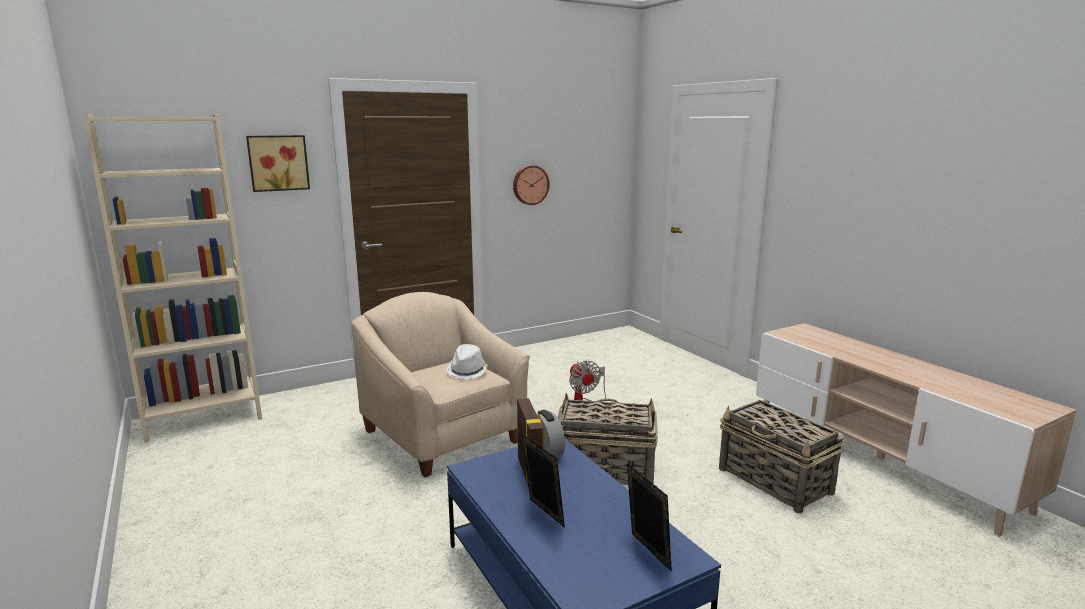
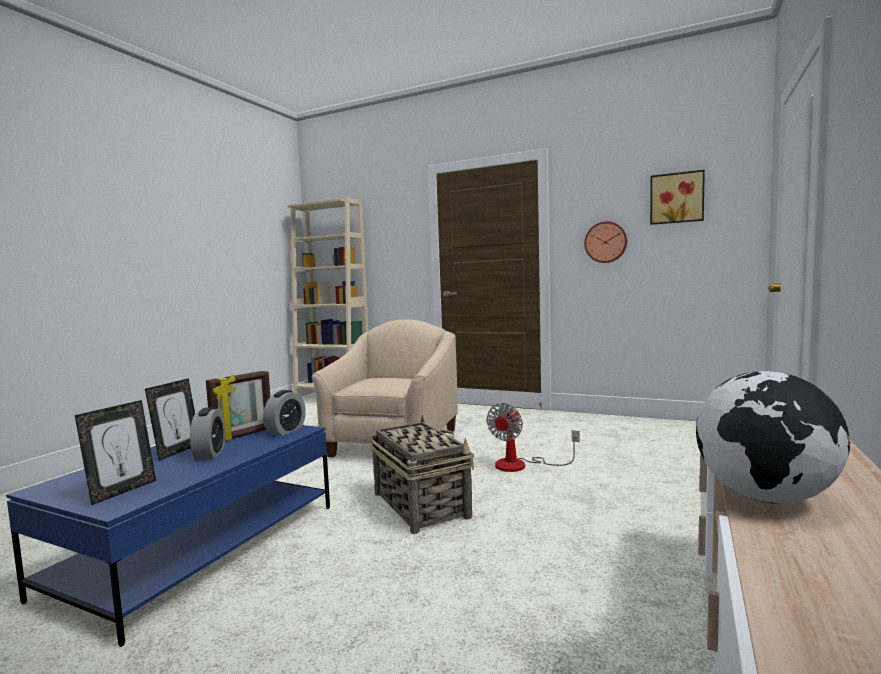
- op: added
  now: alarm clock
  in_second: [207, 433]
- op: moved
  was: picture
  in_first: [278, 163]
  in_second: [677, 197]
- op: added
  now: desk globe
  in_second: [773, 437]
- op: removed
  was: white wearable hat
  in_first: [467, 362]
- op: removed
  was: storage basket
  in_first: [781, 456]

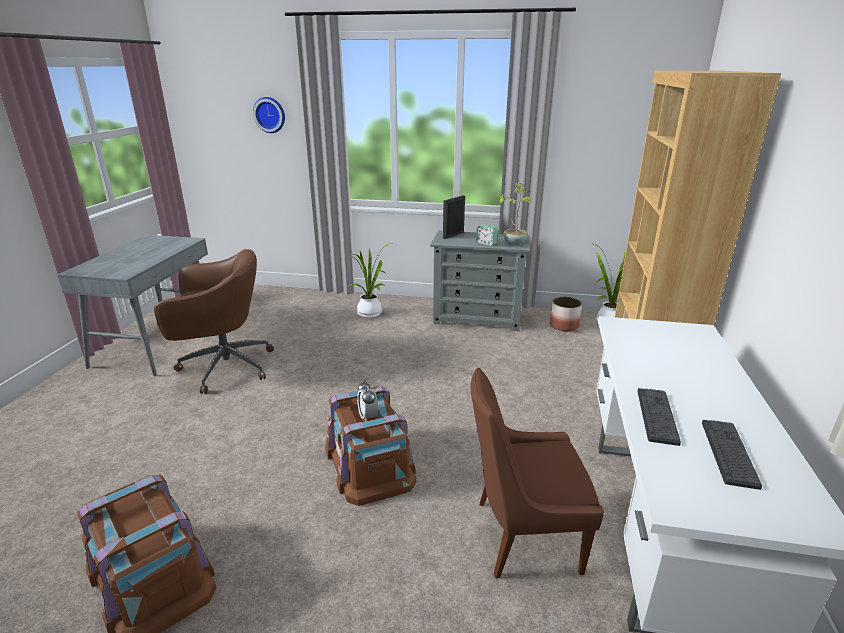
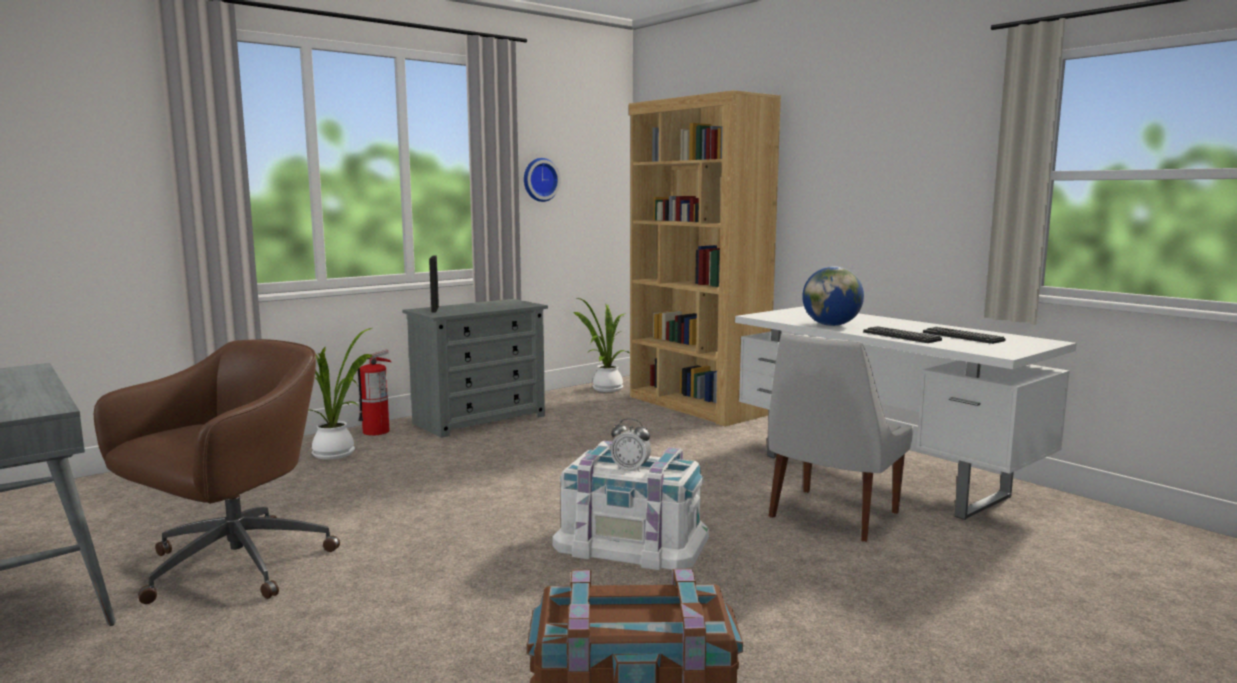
- op: added
  now: extinguisher
  in_second: [374, 392]
- op: moved
  was: clock on the wall
  in_first: [269, 115]
  in_second: [542, 180]
- op: recoloured
  was: brownish storage box
  now: white storage box
  in_first: [370, 446]
  in_second: [630, 505]
- op: recoloured
  was: brownish plain chair
  now: white plain chair
  in_first: [537, 473]
  in_second: [841, 437]
- op: added
  now: desk globe
  in_second: [833, 296]
- op: removed
  was: alarm clock
  in_first: [487, 235]
- op: removed
  was: potted plant
  in_first: [515, 213]
- op: removed
  was: flower pot
  in_first: [566, 314]

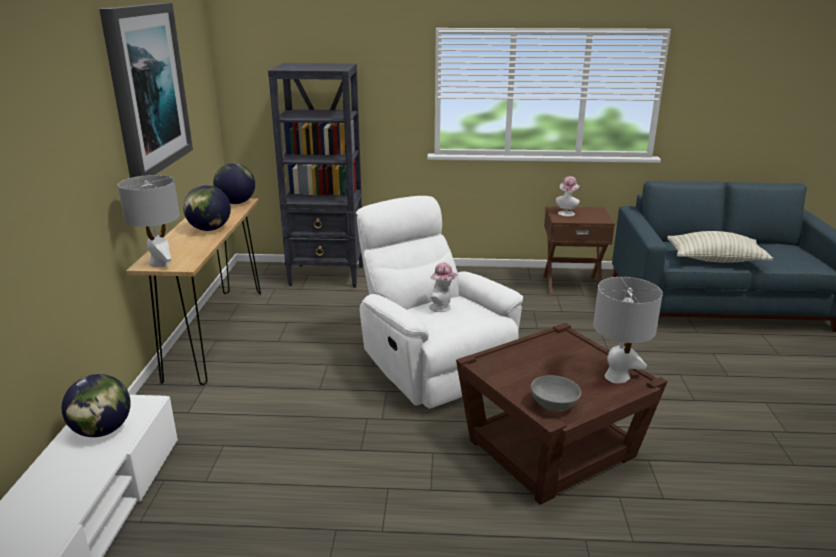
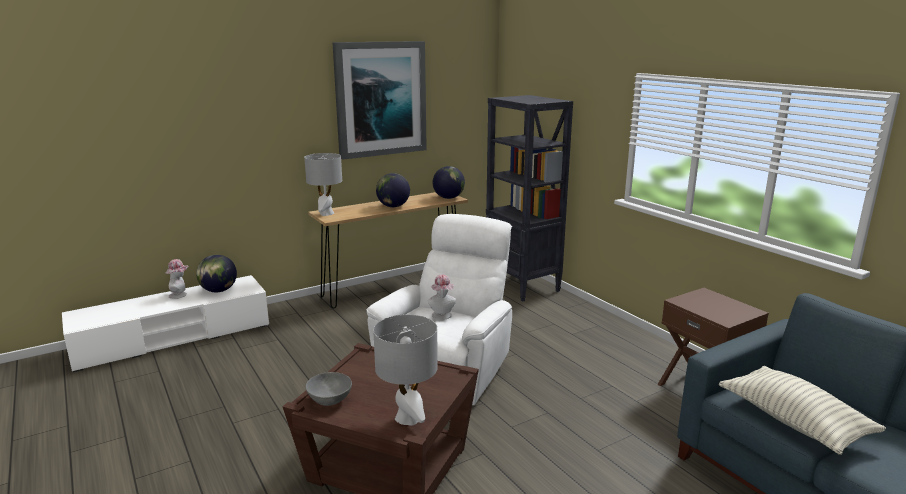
- op: moved
  was: wearable hat
  in_first: [568, 196]
  in_second: [177, 279]

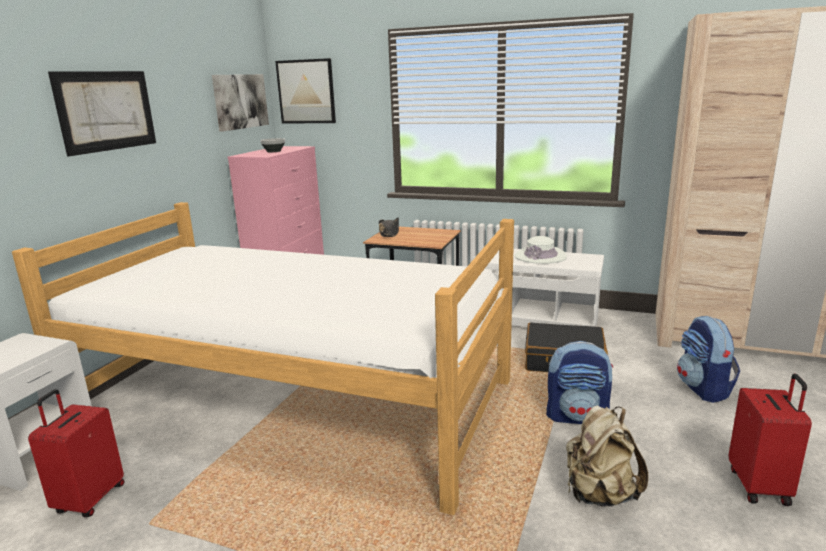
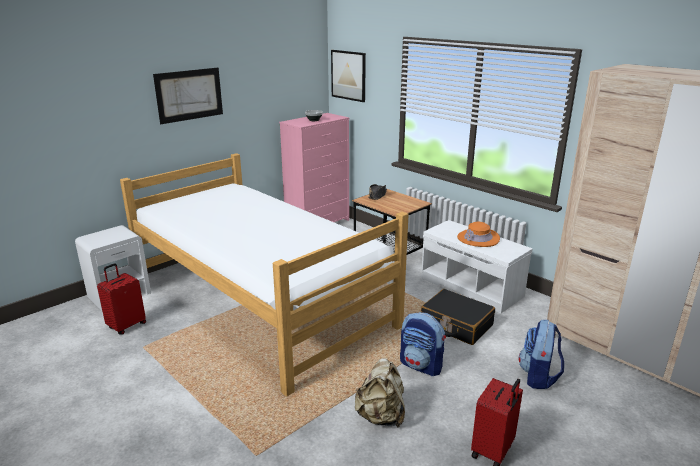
- op: recoloured
  was: white wearable hat
  now: orange-coloured wearable hat
  in_first: [541, 250]
  in_second: [478, 234]
- op: removed
  was: picture
  in_first: [240, 103]

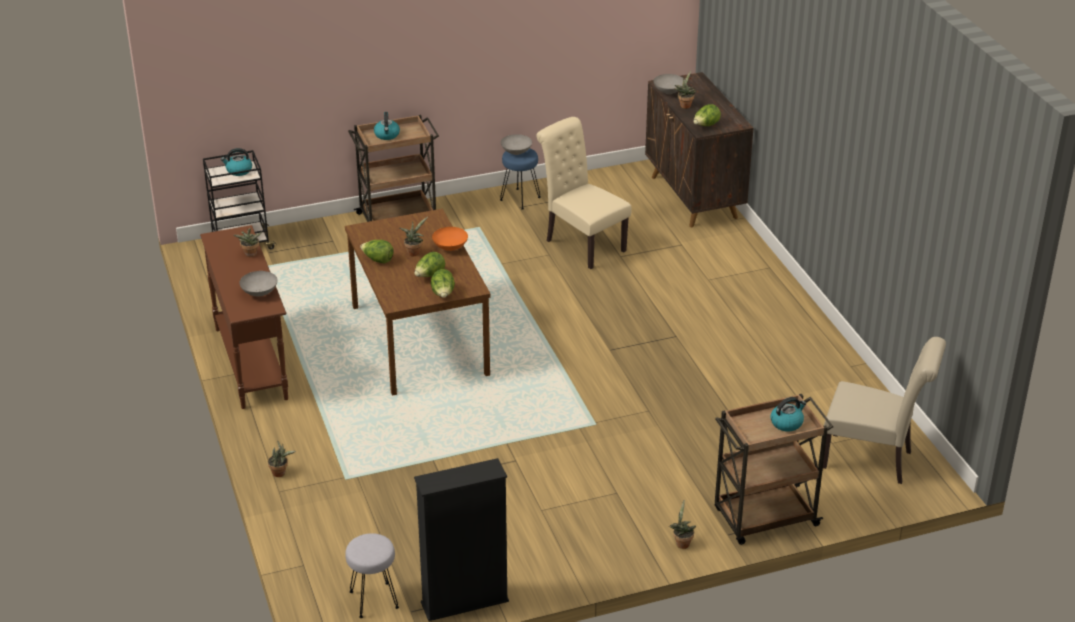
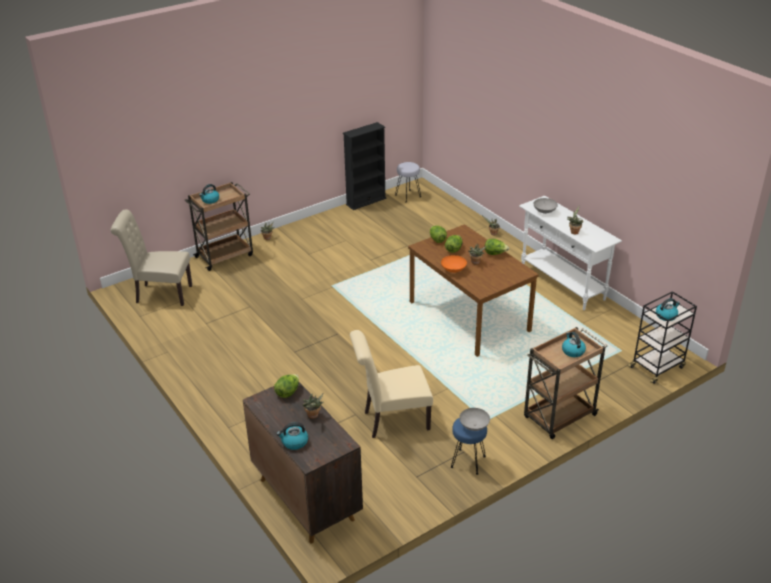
- op: added
  now: kettle
  in_second: [292, 436]
- op: turned
  was: beige plain chair
  in_first: [584, 193]
  in_second: [391, 384]
  clockwise: 135
- op: recoloured
  was: brownish console table
  now: white console table
  in_first: [244, 317]
  in_second: [570, 253]
- op: removed
  was: gray deep dish
  in_first: [669, 84]

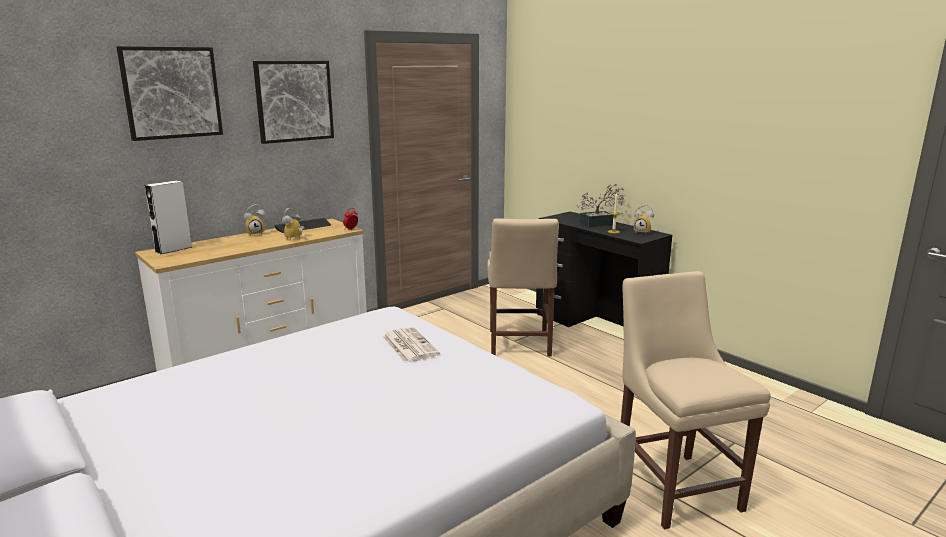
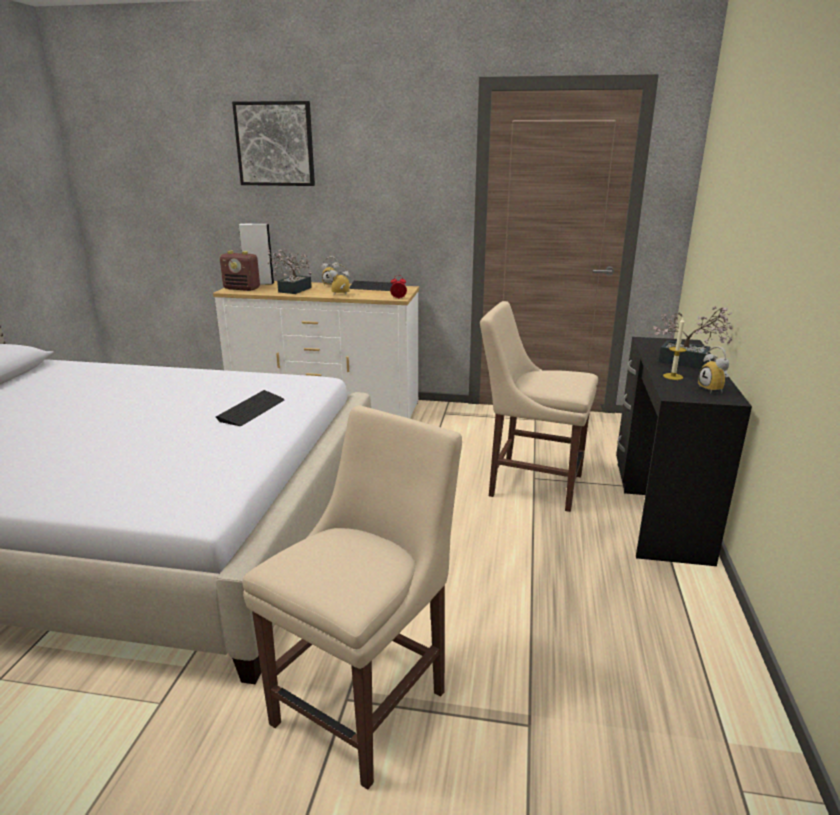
- op: replaced
  was: printed paper
  now: computer keyboard
  in_first: [411, 345]
  in_second: [250, 408]
- op: added
  now: radio
  in_second: [240, 270]
- op: added
  now: potted plant
  in_second: [289, 271]
- op: turned
  was: beige plain chair
  in_first: [523, 287]
  in_second: [539, 406]
  clockwise: 60
- op: removed
  was: picture
  in_first: [293, 102]

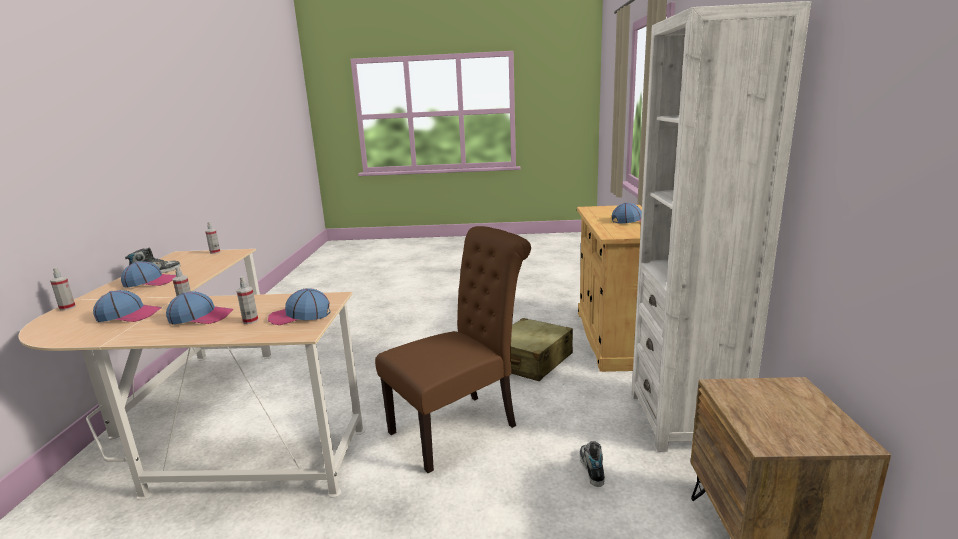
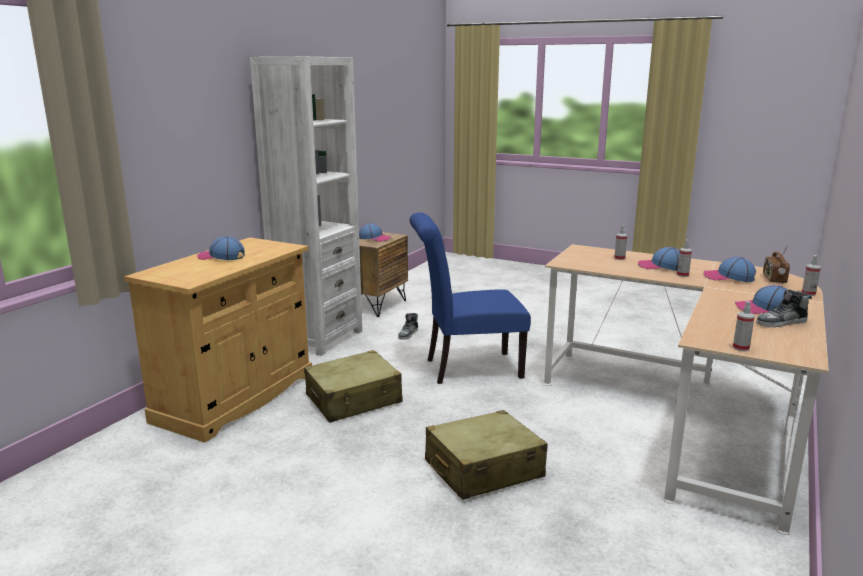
- op: moved
  was: peaked cap
  in_first: [299, 306]
  in_second: [375, 232]
- op: recoloured
  was: brownish plain chair
  now: blue-coloured plain chair
  in_first: [453, 349]
  in_second: [470, 298]
- op: added
  now: beige piece of luggage
  in_second: [486, 455]
- op: added
  now: radio
  in_second: [776, 264]

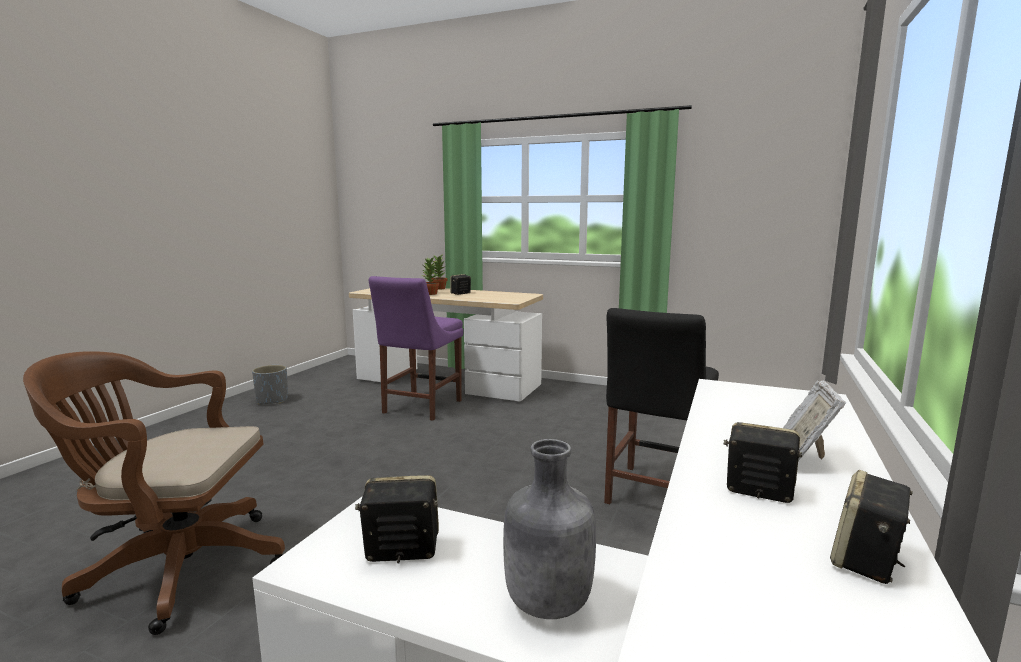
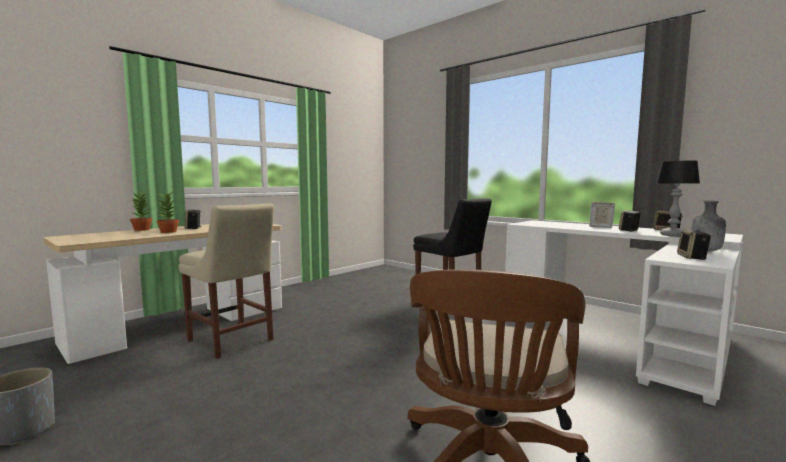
- op: recoloured
  was: purple plain chair
  now: beige plain chair
  in_first: [416, 348]
  in_second: [226, 281]
- op: added
  now: table lamp
  in_second: [678, 199]

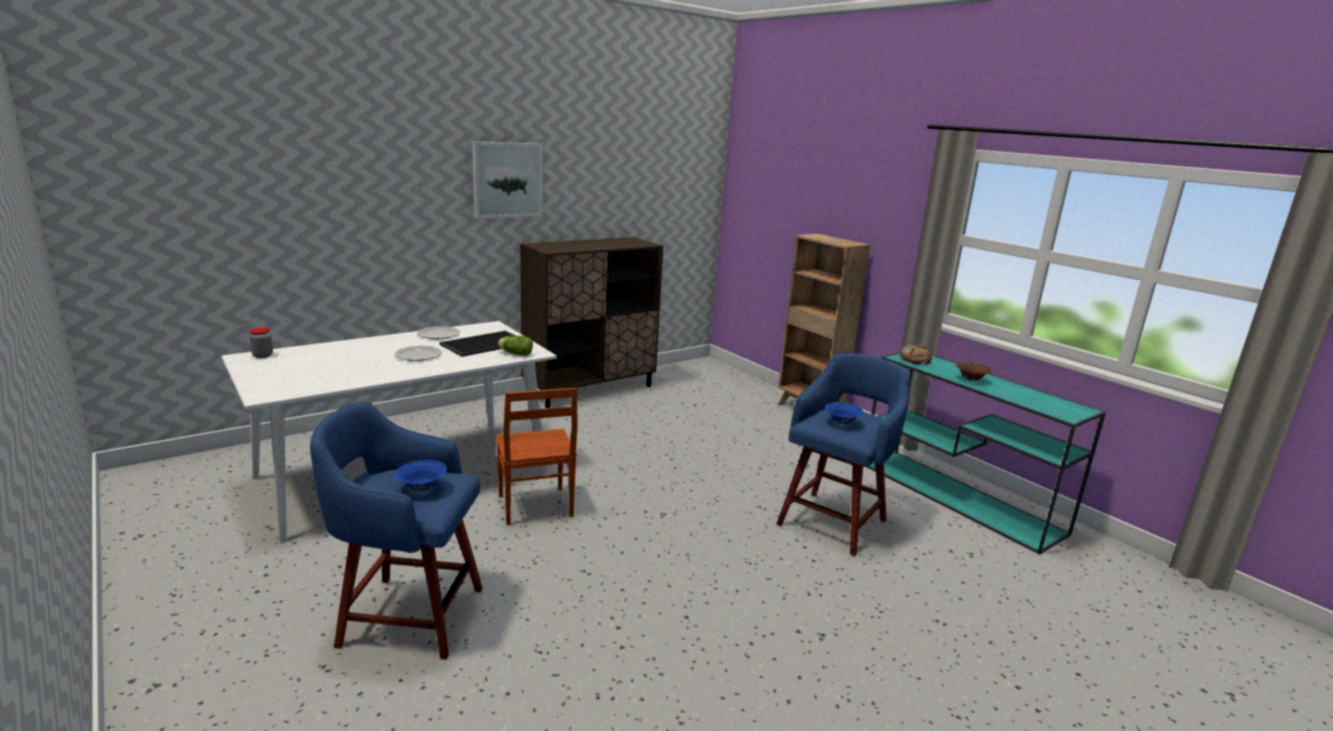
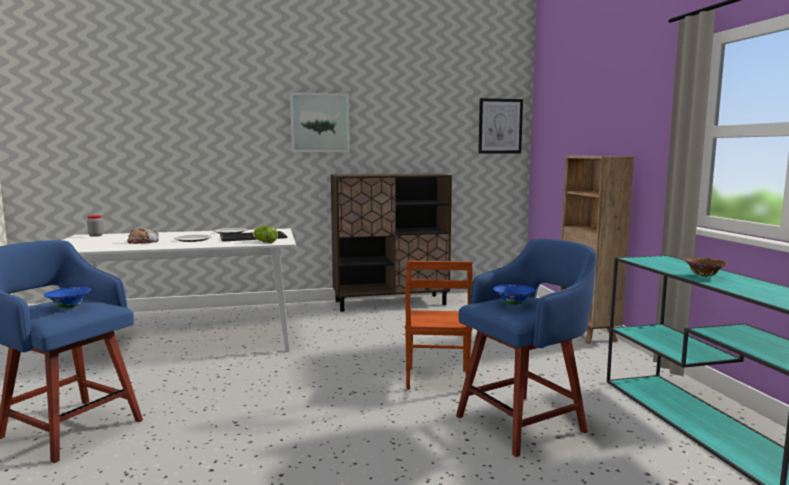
- op: moved
  was: bakery bread
  in_first: [916, 355]
  in_second: [143, 236]
- op: moved
  was: brownish plain chair
  in_first: [537, 456]
  in_second: [439, 325]
- op: added
  now: picture
  in_second: [500, 125]

